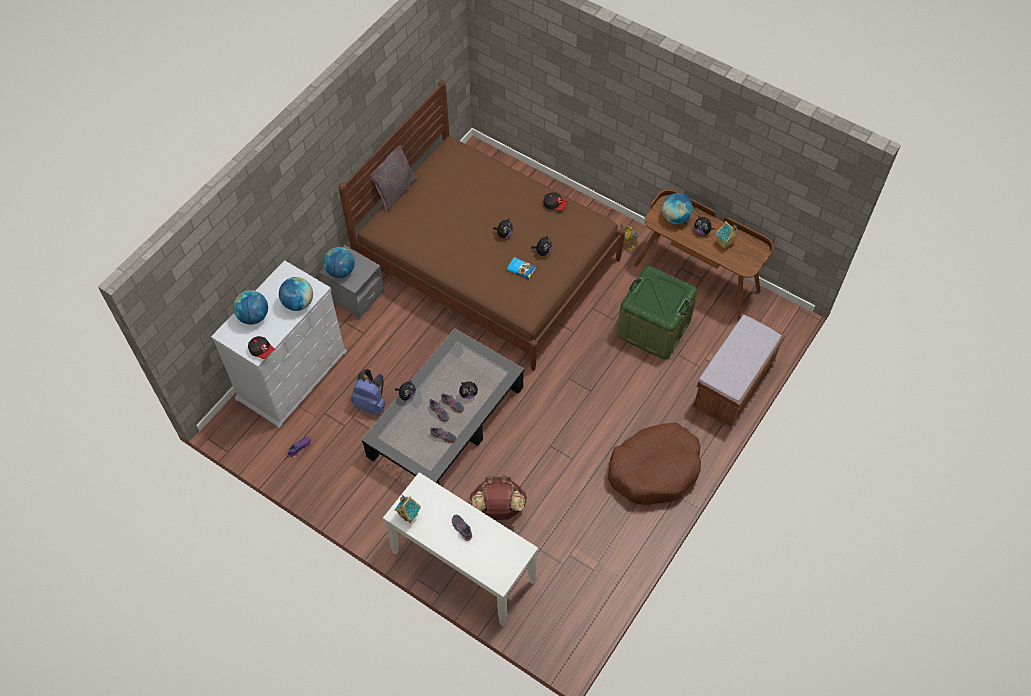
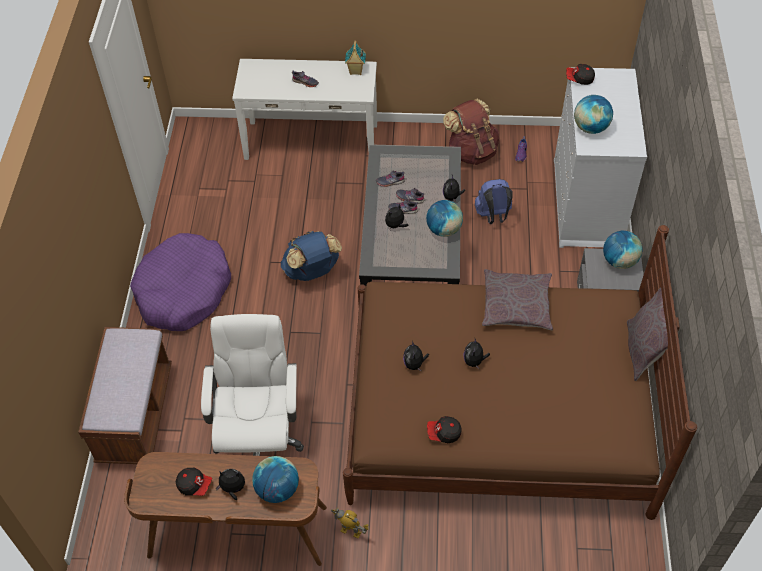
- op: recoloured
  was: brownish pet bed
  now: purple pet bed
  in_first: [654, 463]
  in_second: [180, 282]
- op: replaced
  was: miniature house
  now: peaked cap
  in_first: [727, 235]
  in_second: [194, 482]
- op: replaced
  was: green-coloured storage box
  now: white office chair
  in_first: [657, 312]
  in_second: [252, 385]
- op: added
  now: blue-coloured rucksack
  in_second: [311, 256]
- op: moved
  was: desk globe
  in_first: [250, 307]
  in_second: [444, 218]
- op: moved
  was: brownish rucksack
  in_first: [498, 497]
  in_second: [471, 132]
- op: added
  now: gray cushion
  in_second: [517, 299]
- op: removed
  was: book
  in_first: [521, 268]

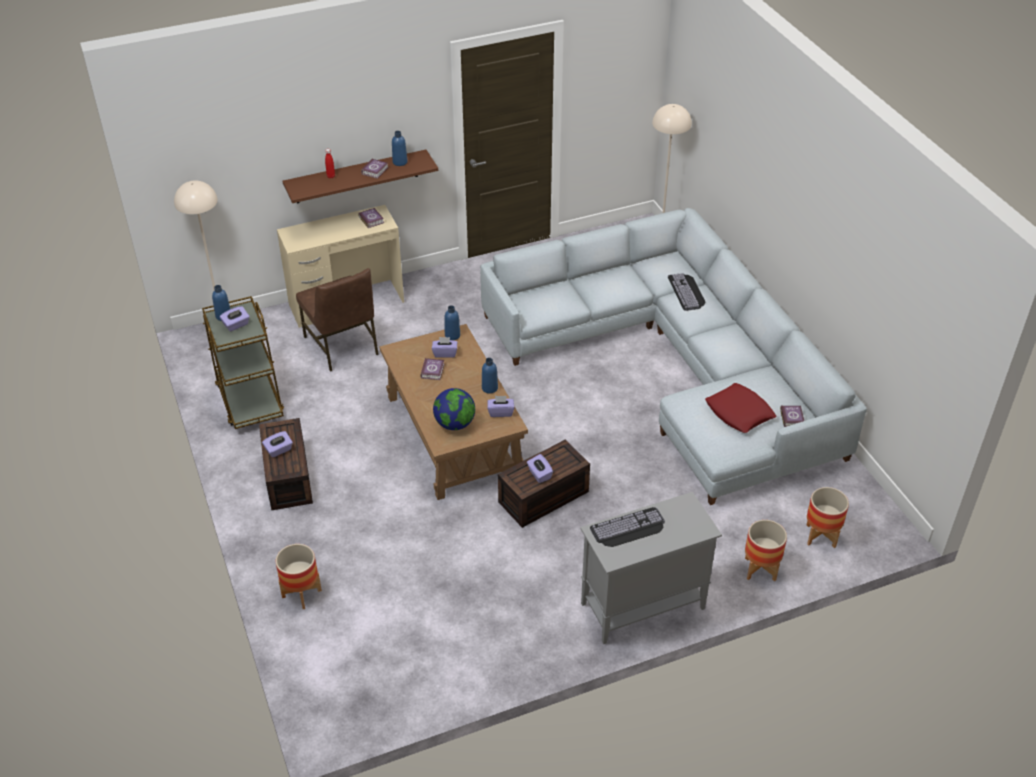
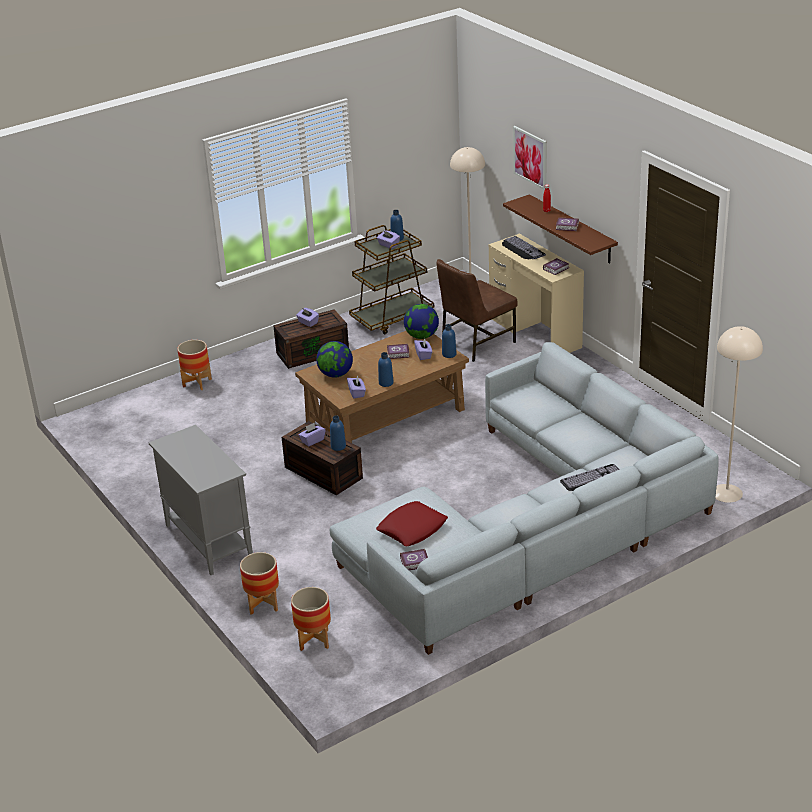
- op: moved
  was: blue-coloured drink bottle
  in_first: [399, 148]
  in_second: [338, 433]
- op: added
  now: desk globe
  in_second: [421, 321]
- op: moved
  was: computer keyboard
  in_first: [627, 527]
  in_second: [524, 247]
- op: added
  now: picture
  in_second: [530, 158]

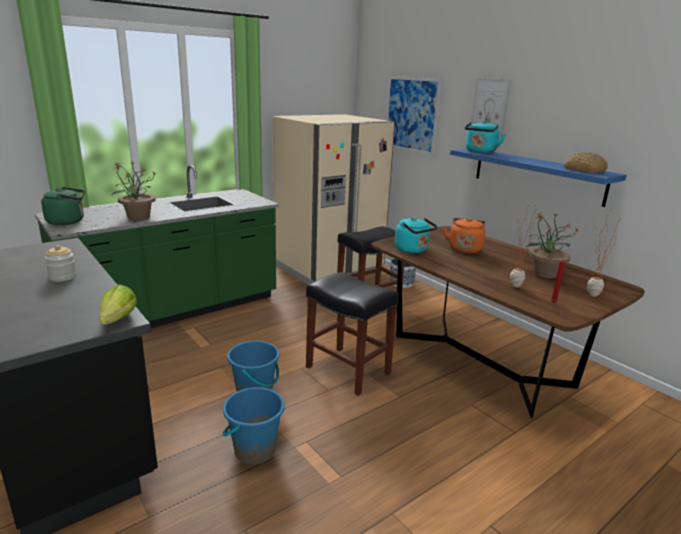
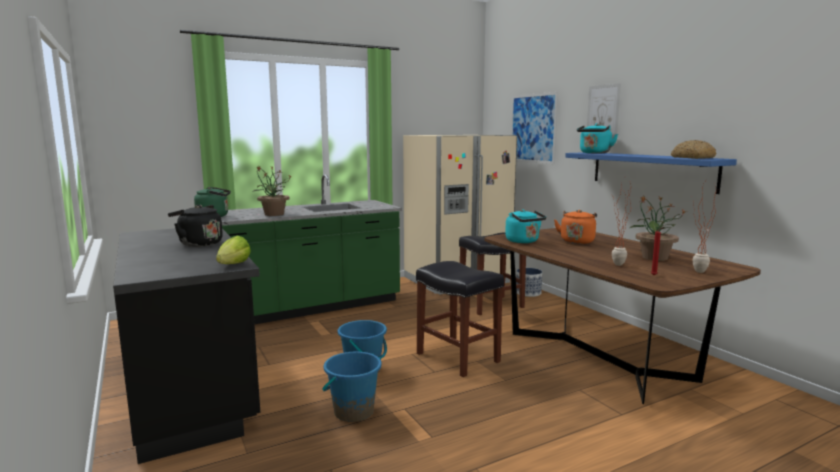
- op: replaced
  was: jar
  now: black kettle
  in_first: [60, 263]
  in_second: [195, 226]

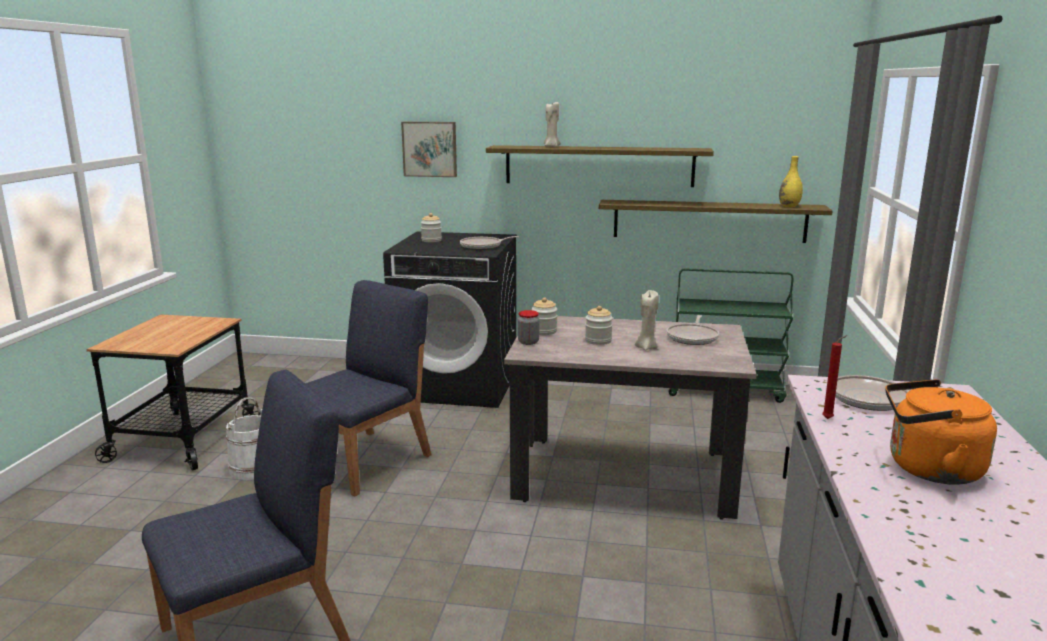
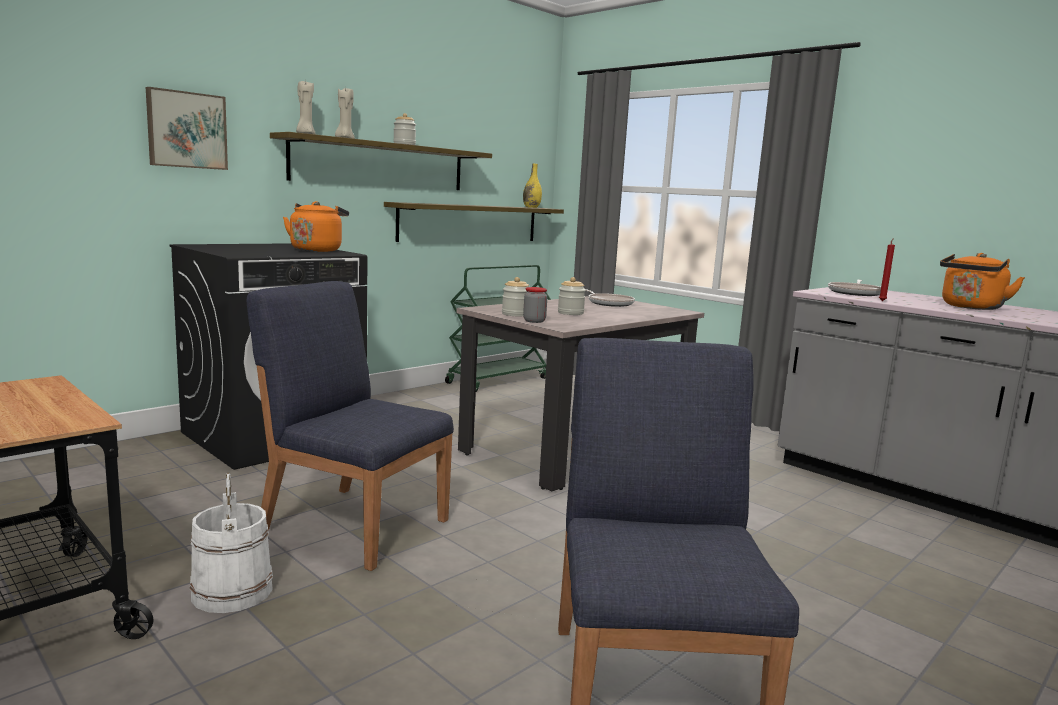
- op: turned
  was: blue-coloured plain chair
  in_first: [368, 388]
  in_second: [350, 426]
  clockwise: -45
- op: replaced
  was: pan
  now: orange-coloured kettle
  in_first: [489, 243]
  in_second: [316, 226]
- op: moved
  was: beige candle
  in_first: [647, 320]
  in_second: [306, 107]
- op: moved
  was: jar
  in_first: [431, 227]
  in_second: [404, 129]

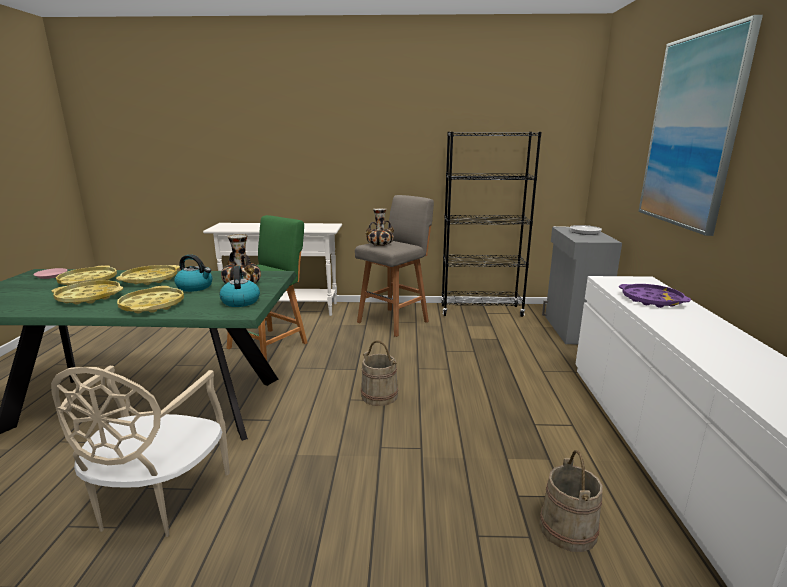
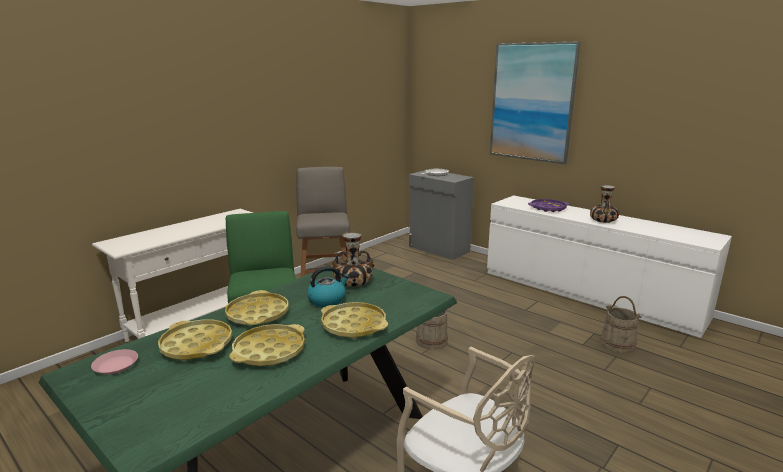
- op: moved
  was: flower vase
  in_first: [380, 227]
  in_second: [604, 204]
- op: removed
  was: kettle
  in_first: [239, 286]
- op: removed
  was: black bookshelf
  in_first: [491, 224]

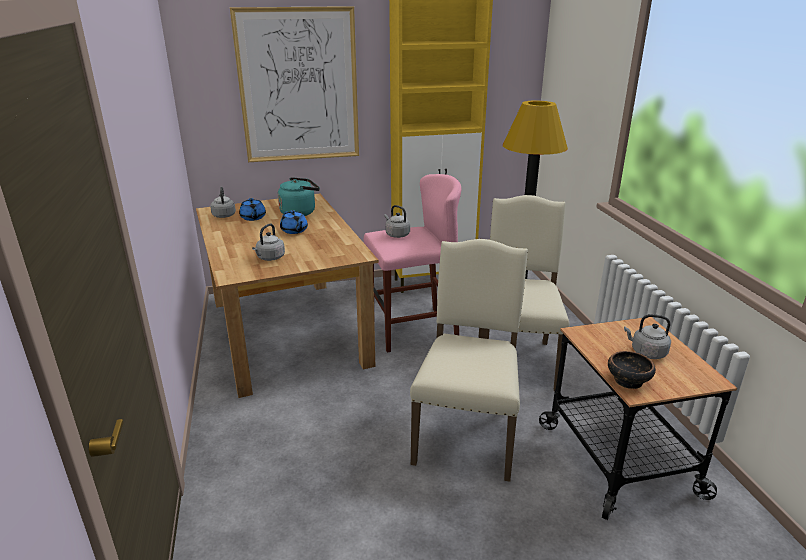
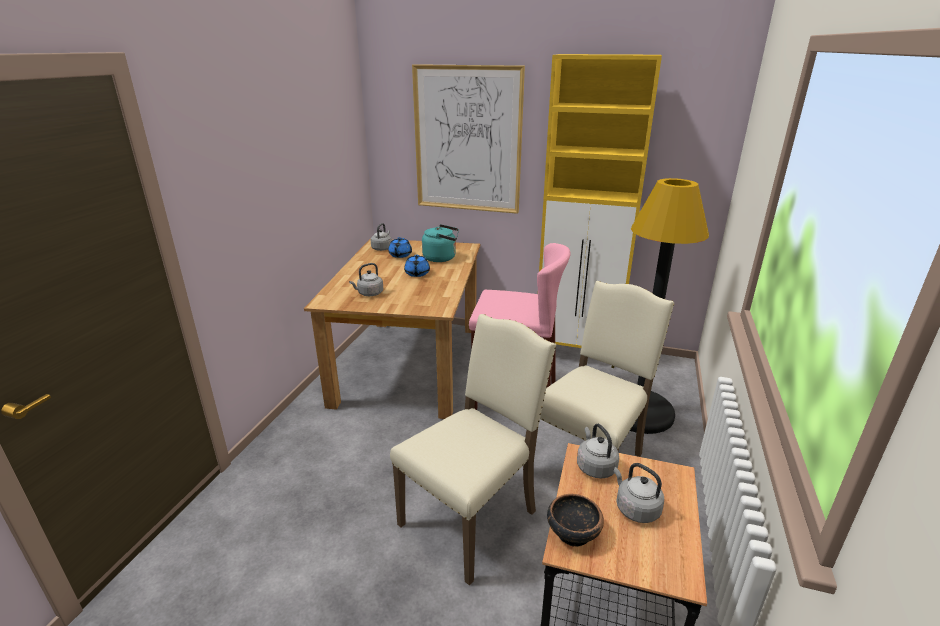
- op: moved
  was: gray kettle
  in_first: [397, 221]
  in_second: [598, 451]

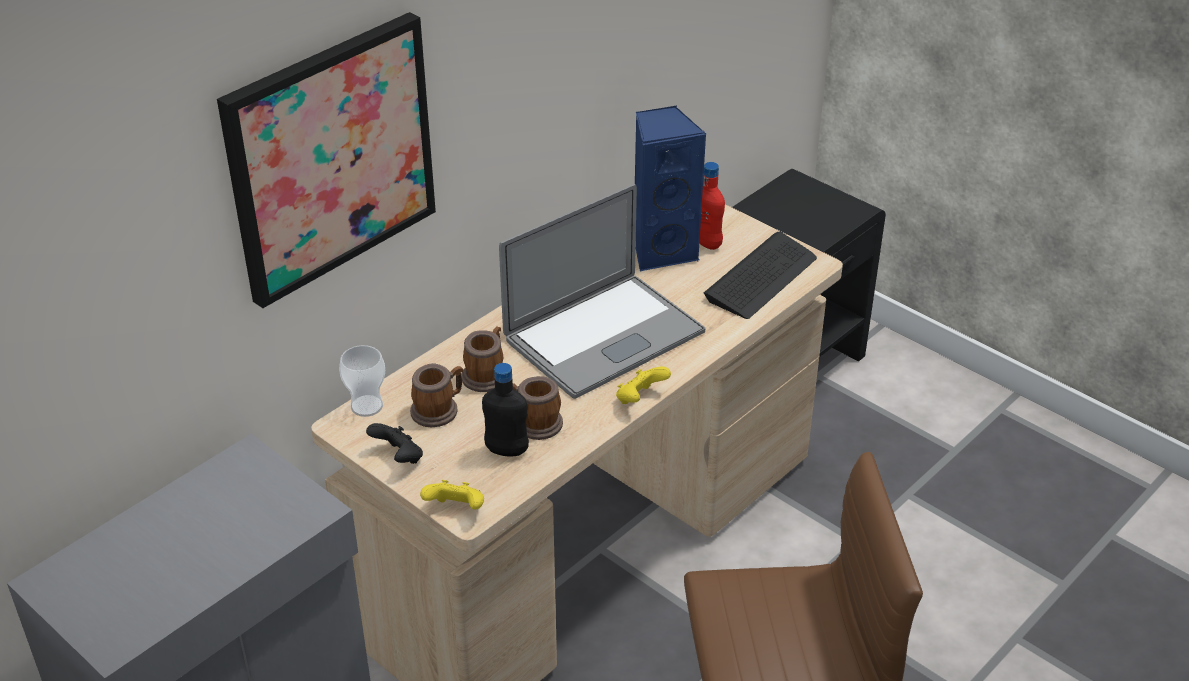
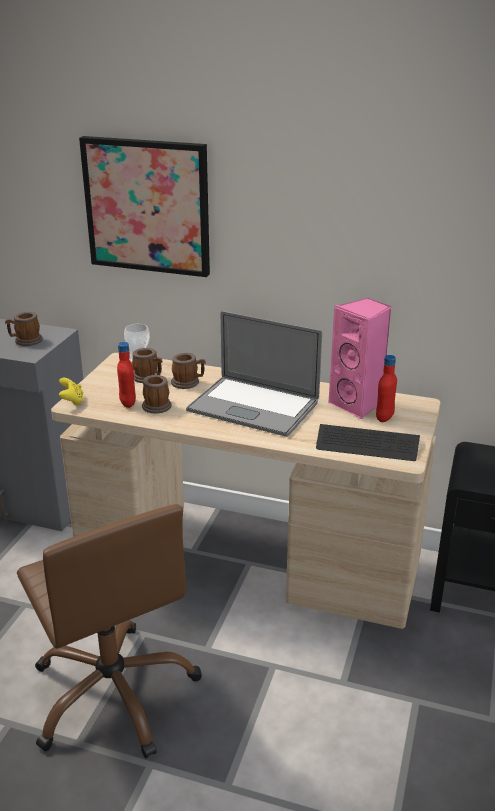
- op: added
  now: coffee mug
  in_second: [24, 329]
- op: recoloured
  was: black drink bottle
  now: red-coloured drink bottle
  in_first: [505, 410]
  in_second: [126, 375]
- op: recoloured
  was: blue-coloured speaker
  now: pinkish speaker
  in_first: [670, 188]
  in_second: [360, 358]
- op: removed
  was: black gamepad
  in_first: [394, 443]
- op: removed
  was: yellow gamepad
  in_first: [643, 385]

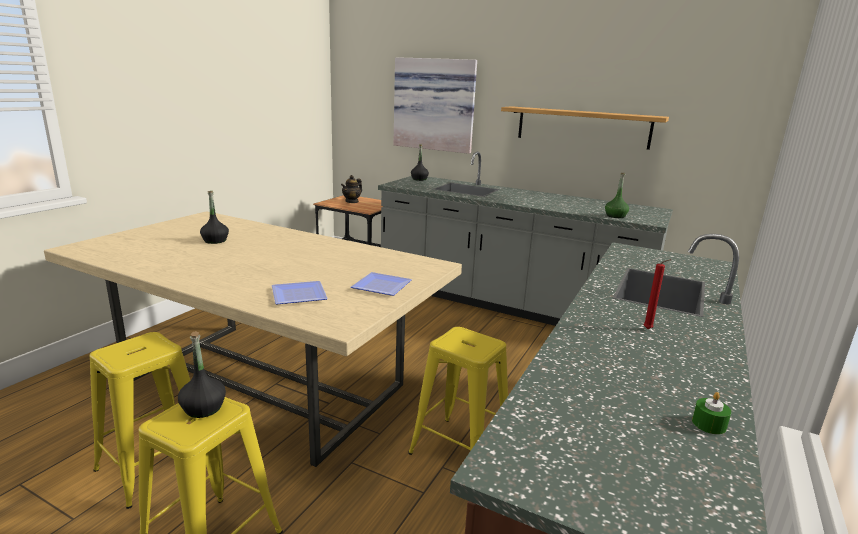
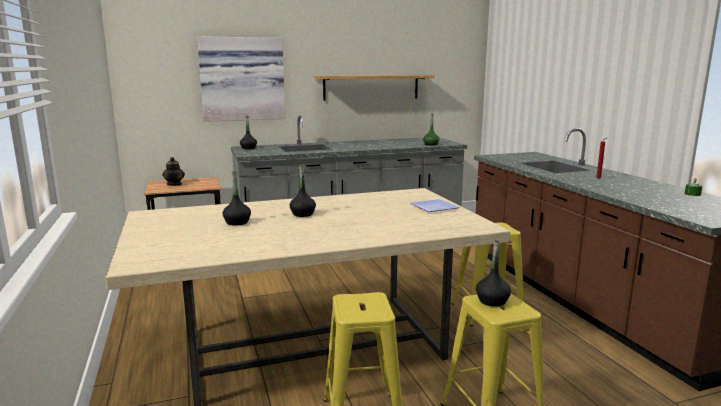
- op: added
  now: black drink bottle
  in_second: [302, 191]
- op: removed
  was: flat dish
  in_first: [300, 292]

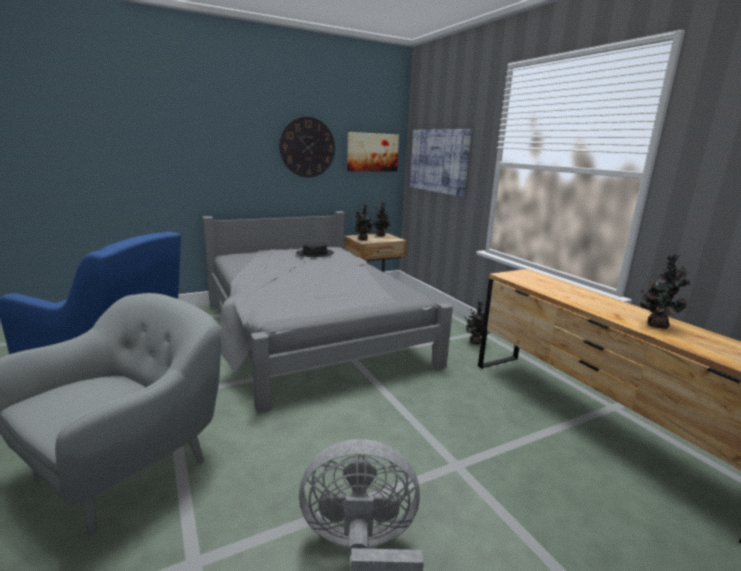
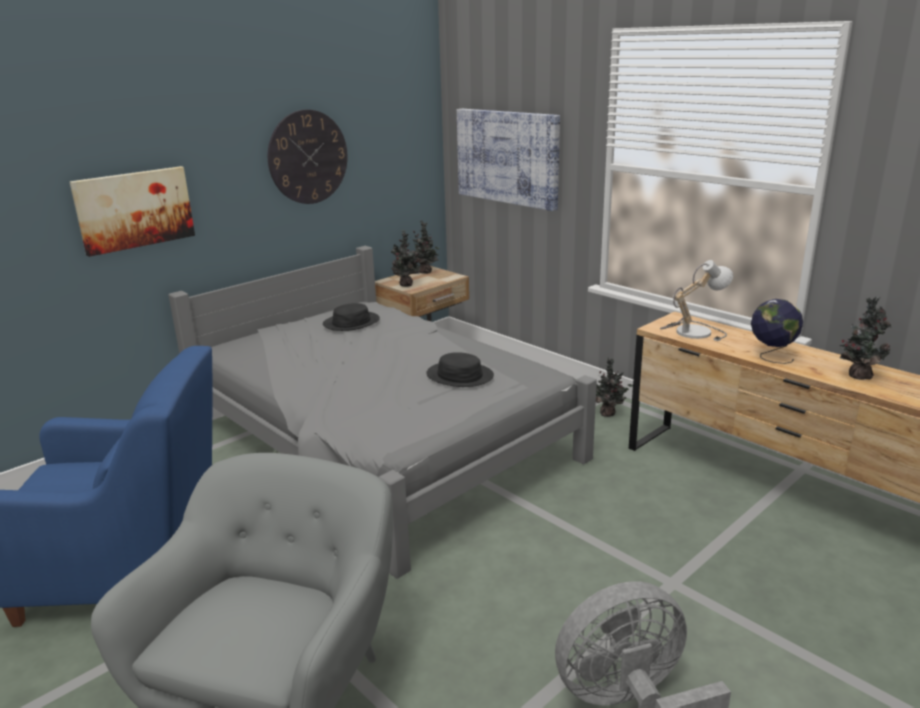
- op: moved
  was: picture
  in_first: [373, 152]
  in_second: [132, 211]
- op: added
  now: black wearable hat
  in_second: [460, 369]
- op: added
  now: table lamp
  in_second: [696, 300]
- op: added
  now: desk globe
  in_second: [777, 331]

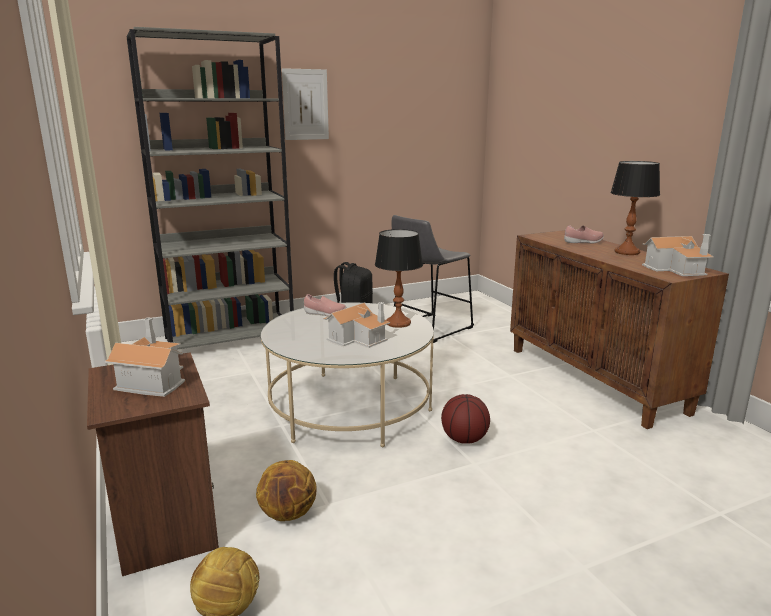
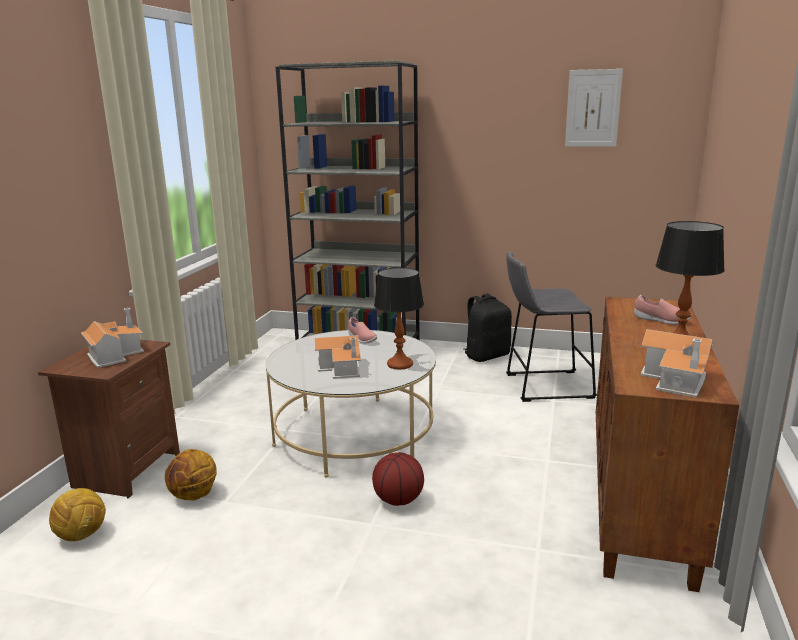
- op: moved
  was: picture
  in_first: [305, 104]
  in_second: [594, 108]

